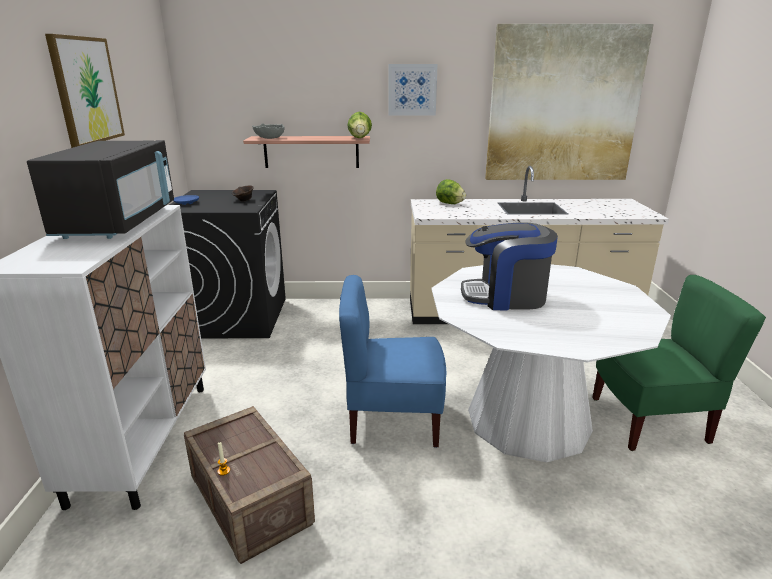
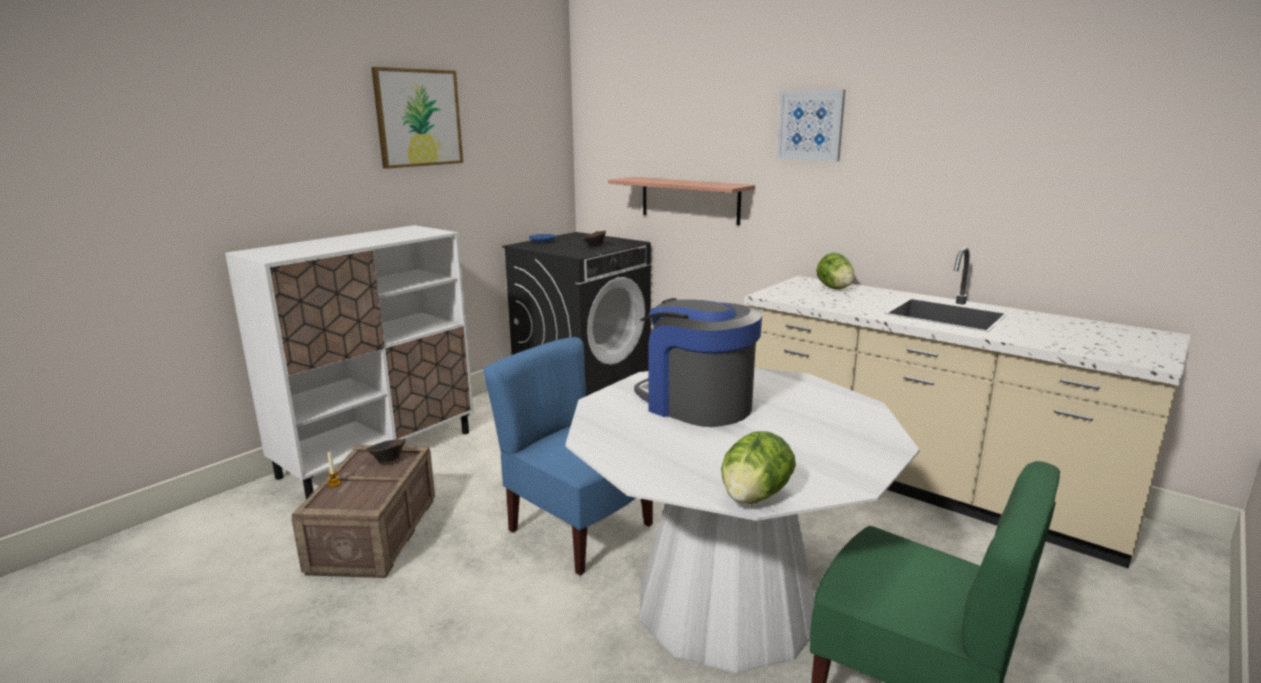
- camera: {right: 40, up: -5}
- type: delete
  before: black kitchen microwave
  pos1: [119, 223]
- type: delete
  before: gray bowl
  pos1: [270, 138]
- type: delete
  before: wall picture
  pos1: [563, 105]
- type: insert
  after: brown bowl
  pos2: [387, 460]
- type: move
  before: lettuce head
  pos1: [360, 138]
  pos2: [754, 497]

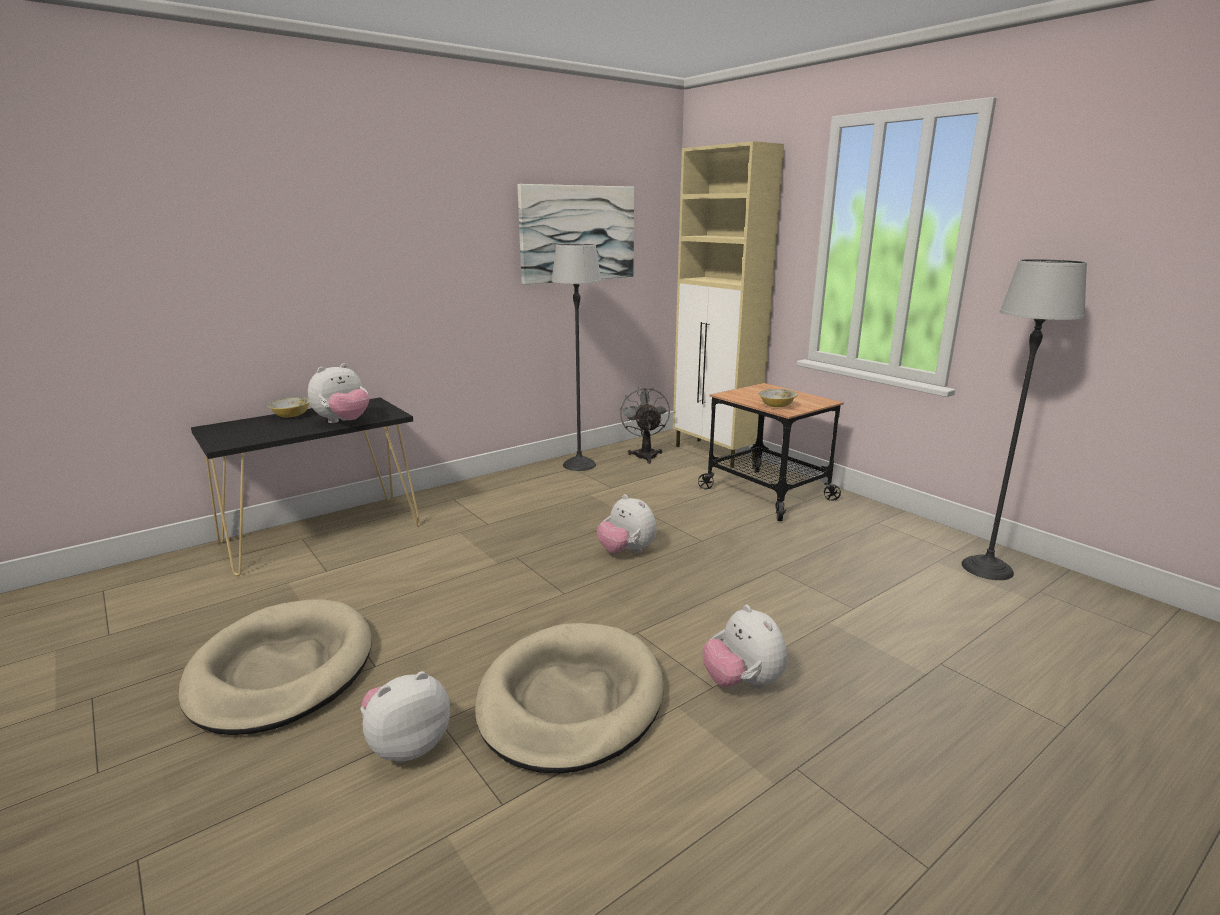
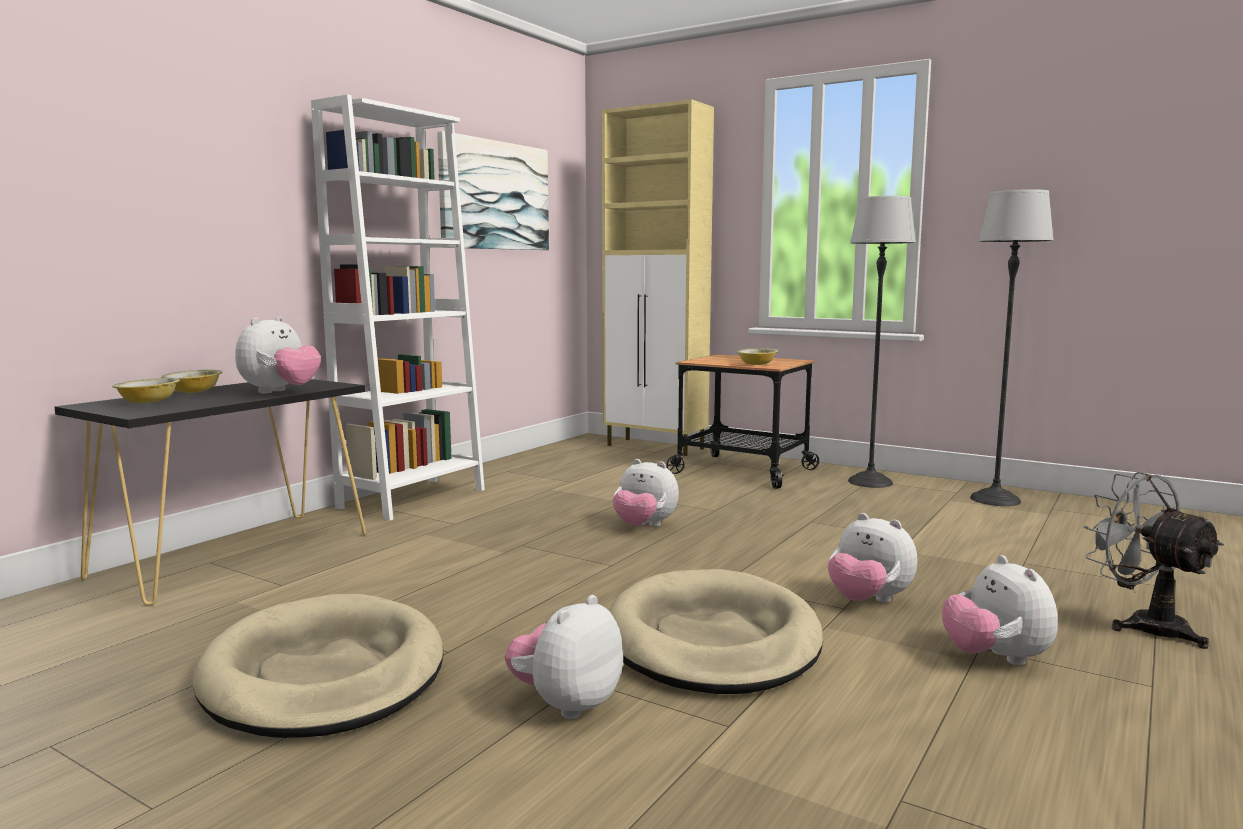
- camera: {right: -20, up: -10}
- type: insert
  after: bowl
  pos2: [148, 402]
- type: insert
  after: whitish bookcase
  pos2: [412, 498]
- type: insert
  after: cuddly toy
  pos2: [996, 658]
- type: move
  before: floor lamp
  pos1: [579, 465]
  pos2: [870, 482]
- type: move
  before: gray electric fan
  pos1: [645, 454]
  pos2: [1144, 625]

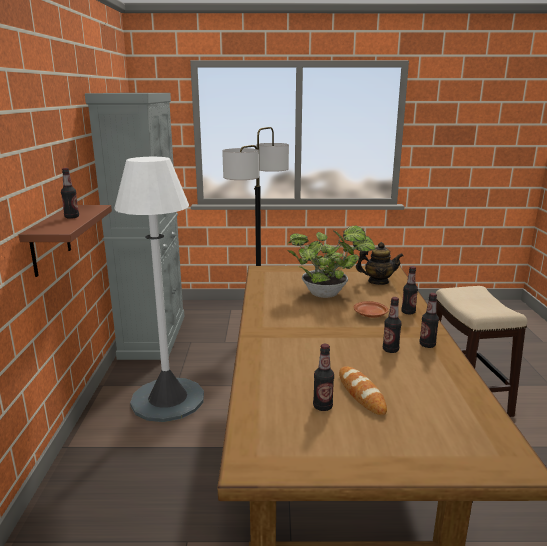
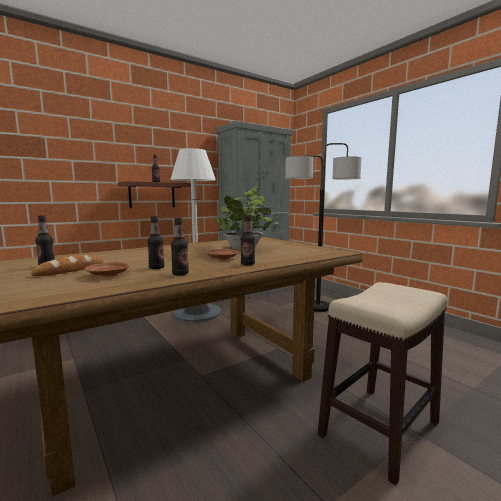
- camera: {right: 55, up: -10}
- type: delete
  before: pot for tea
  pos1: [378, 282]
- type: insert
  after: brown flat dish
  pos2: [107, 275]

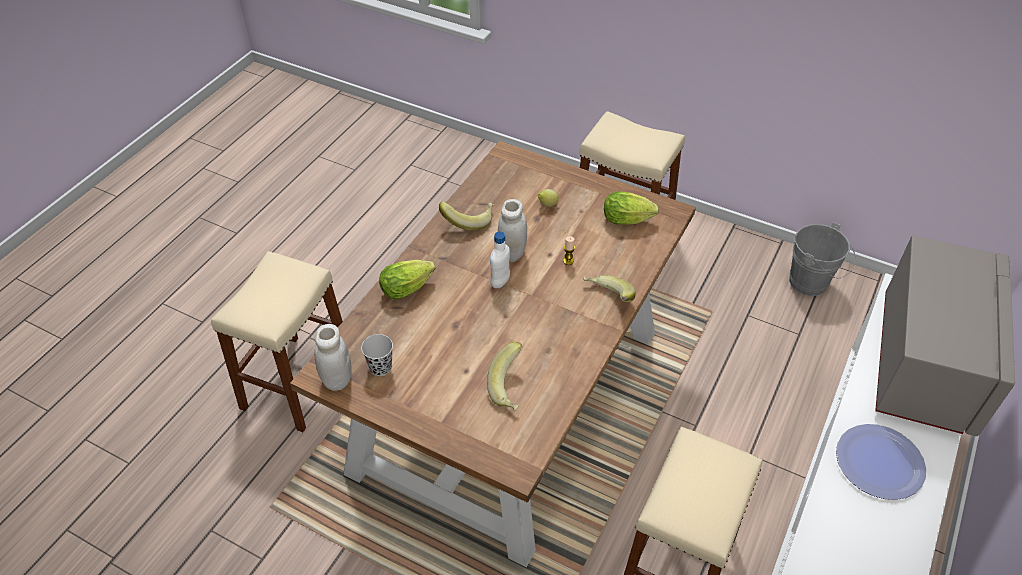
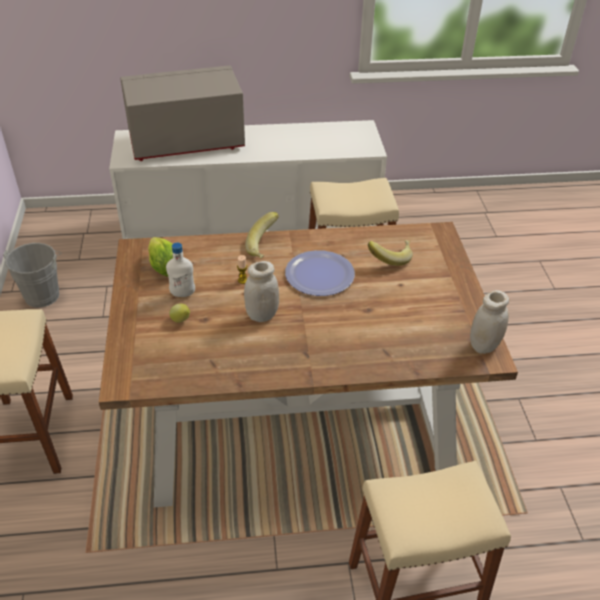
- camera: {right: -125, up: -5}
- type: delete
  before: black cup
  pos1: [380, 367]
- type: delete
  before: lettuce head
  pos1: [409, 288]
- type: delete
  before: banana fruit
  pos1: [468, 220]
- type: move
  before: whitish drink bottle
  pos1: [500, 282]
  pos2: [183, 293]
- type: move
  before: flat dish
  pos1: [879, 462]
  pos2: [319, 274]

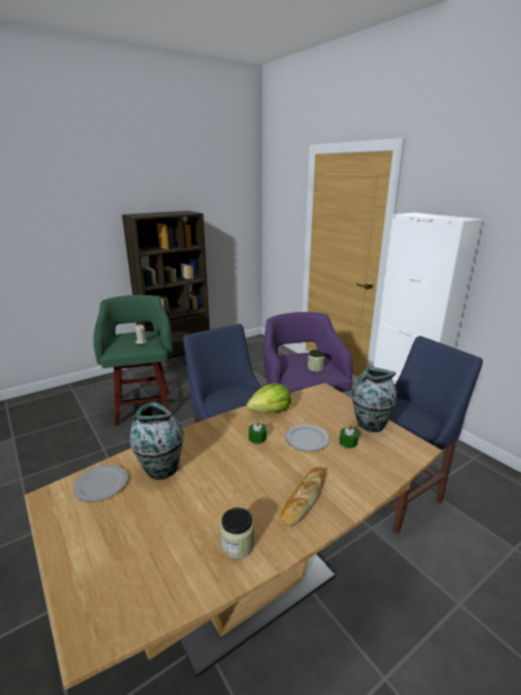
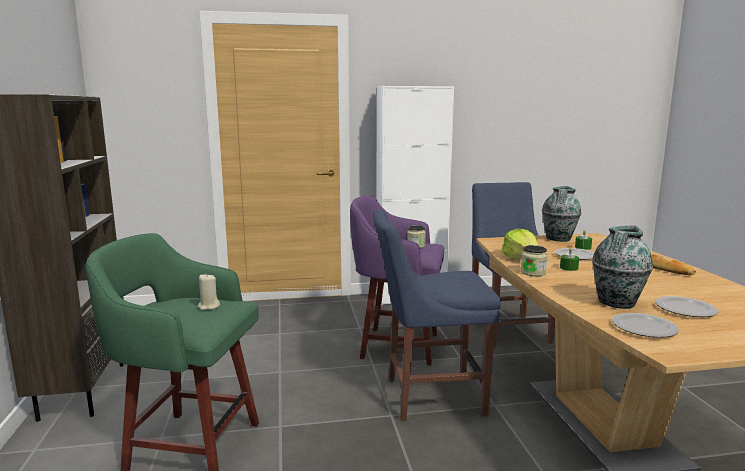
- camera: {right: -65, up: -10}
- type: insert
  after: flat dish
  pos2: [686, 309]
- type: move
  before: jar
  pos1: [237, 545]
  pos2: [533, 273]

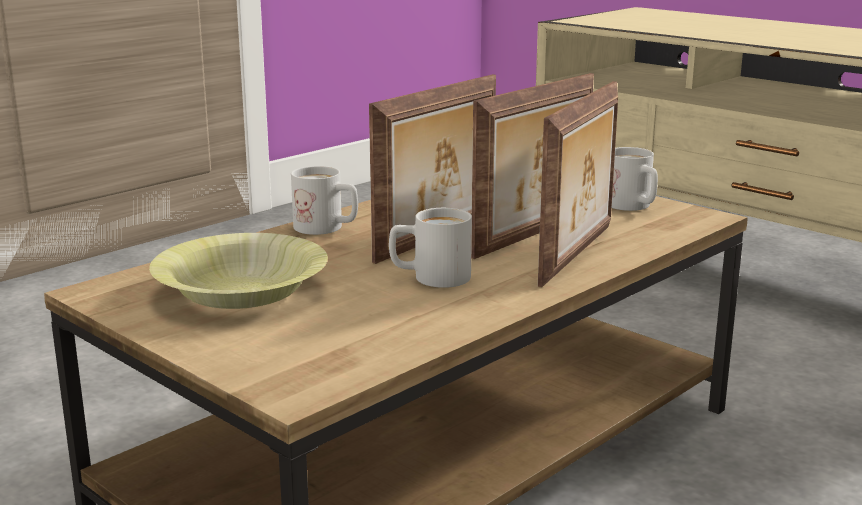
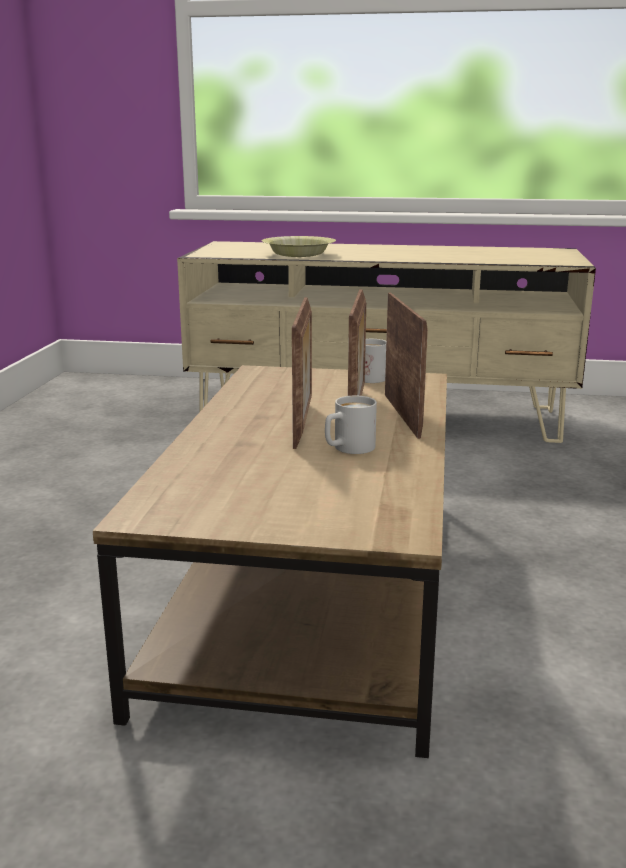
- camera: {right: -35, up: 0}
- type: delete
  before: whitish mug
  pos1: [327, 228]
- type: move
  before: yellow bowl
  pos1: [242, 292]
  pos2: [298, 254]

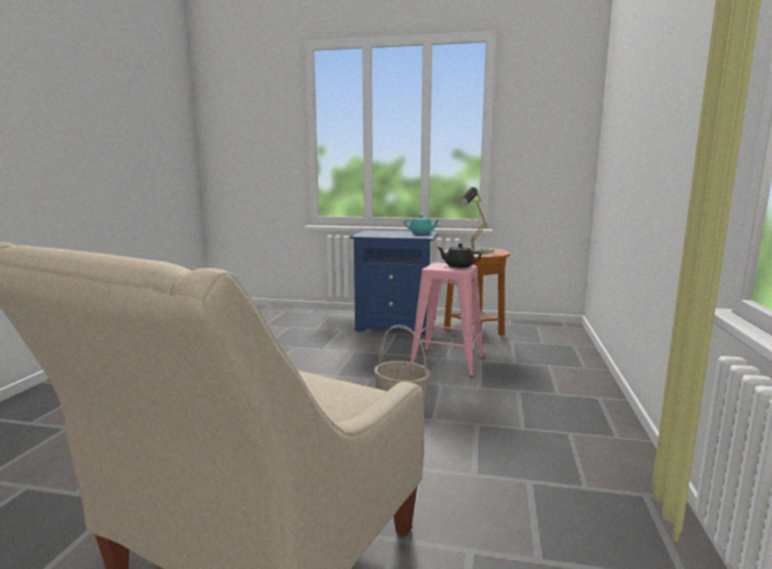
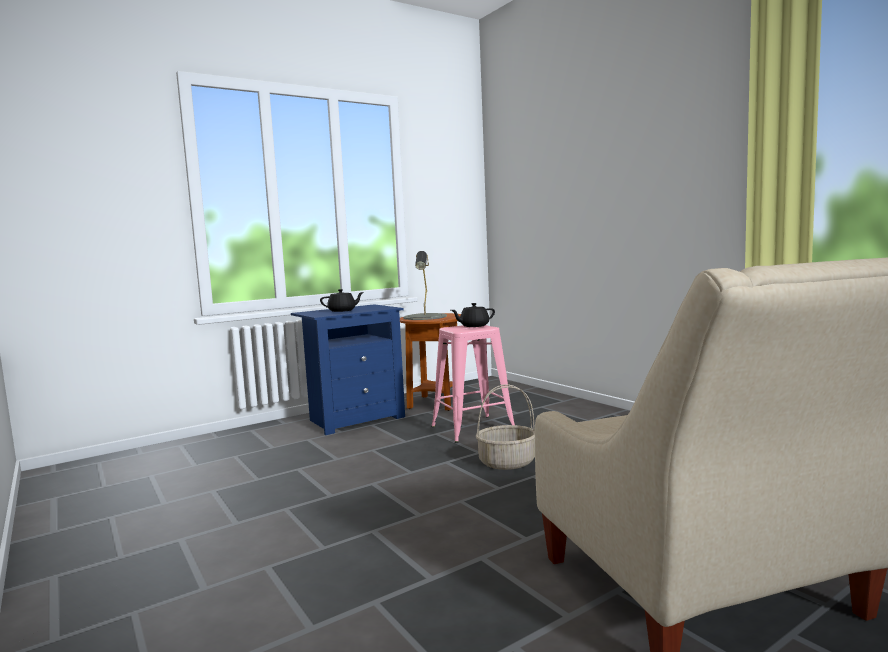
- camera: {right: -45, up: -5}
- type: delete
  before: blue-green pot for tea
  pos1: [421, 233]
- type: insert
  after: black pot for tea
  pos2: [342, 311]

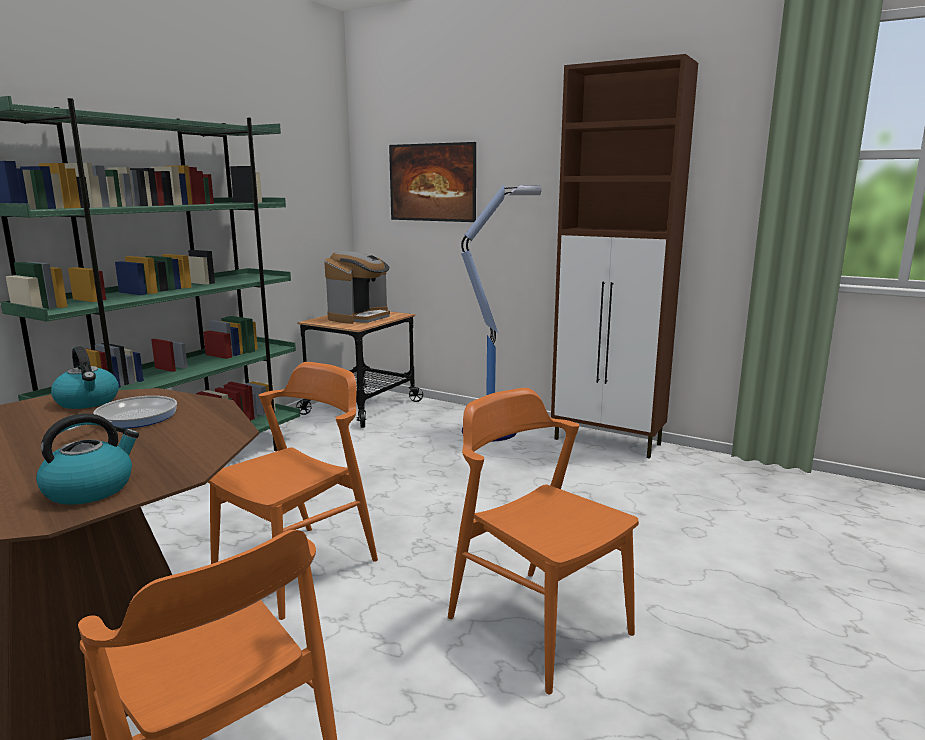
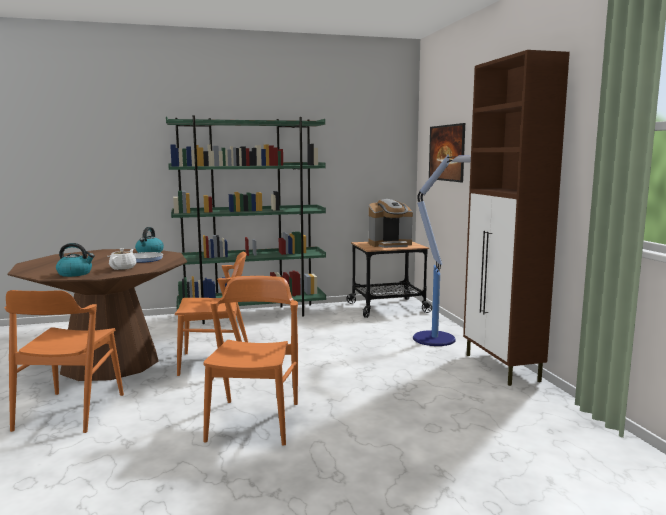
- camera: {right: 45, up: -5}
- type: insert
  after: whitish pot for tea
  pos2: [123, 268]

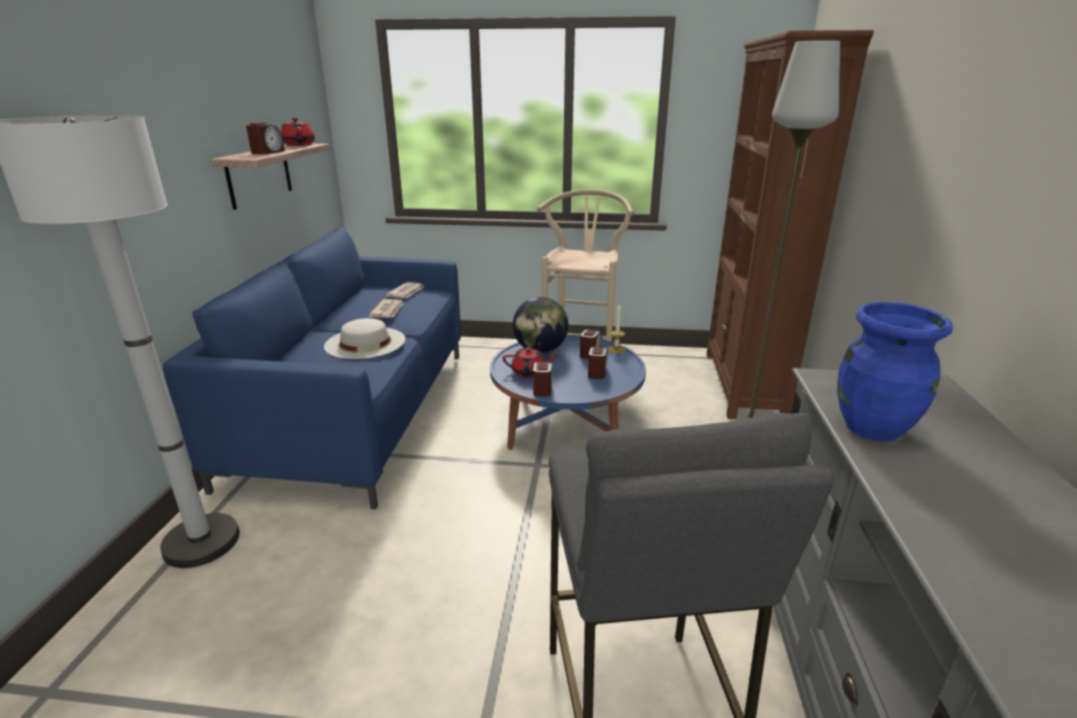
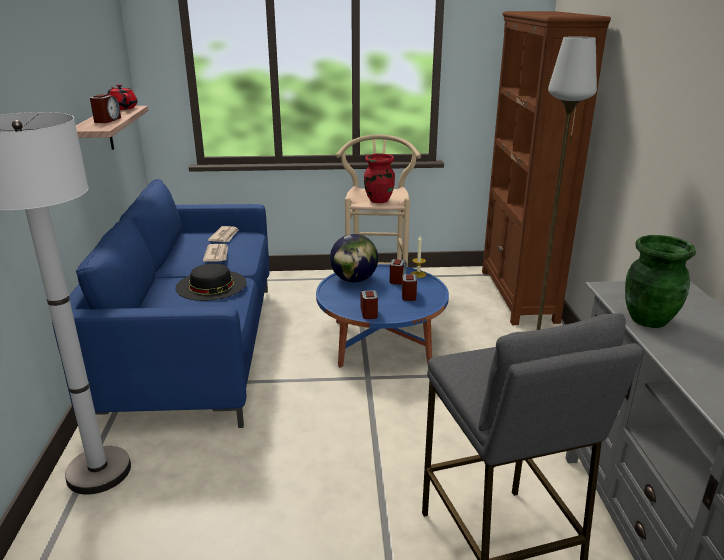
- camera: {right: -10, up: 0}
- type: delete
  before: reddish pot for tea
  pos1: [529, 372]
- type: insert
  after: reddish vase
  pos2: [378, 200]
- type: recolor
  before: whitish hat
  after: black hat
  pos1: [365, 342]
  pos2: [211, 285]
- type: recolor
  before: blue vase
  after: green-coloured vase
  pos1: [873, 427]
  pos2: [649, 319]

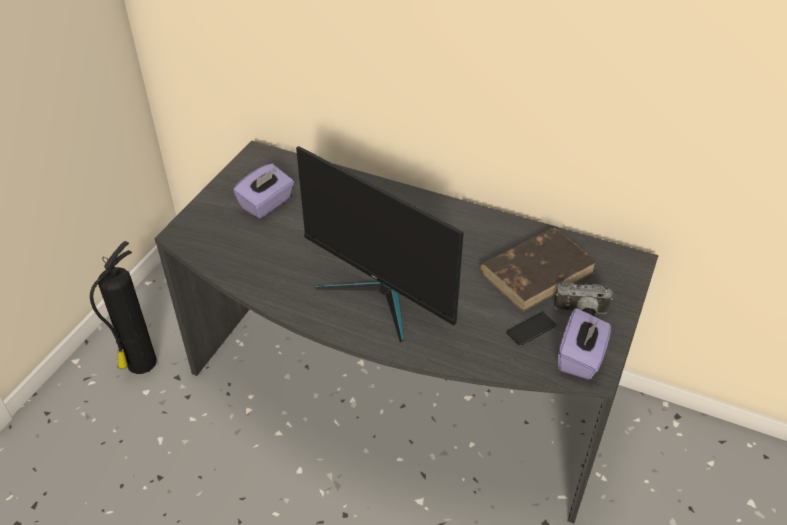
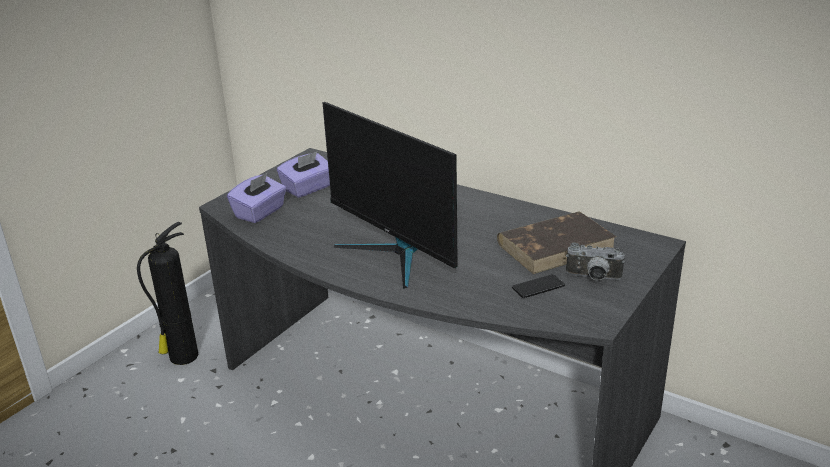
- camera: {right: 10, up: -15}
- type: move
  before: purple box of tissues
  pos1: [581, 358]
  pos2: [260, 212]

